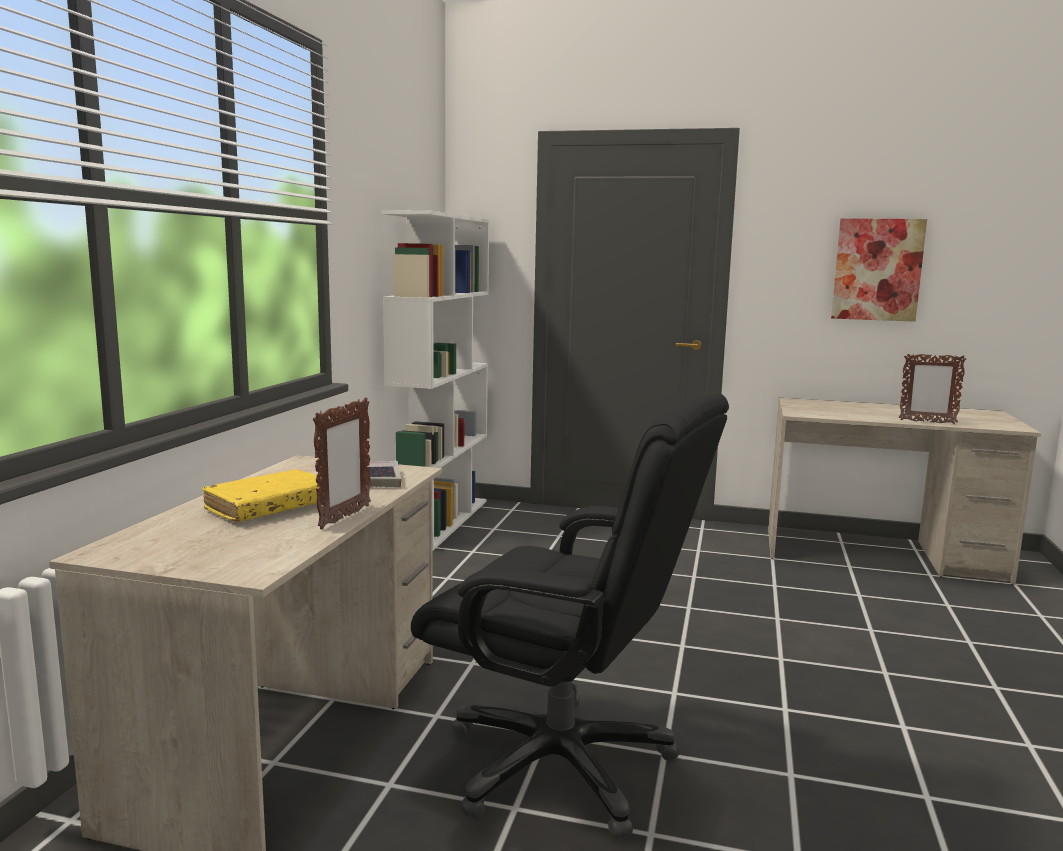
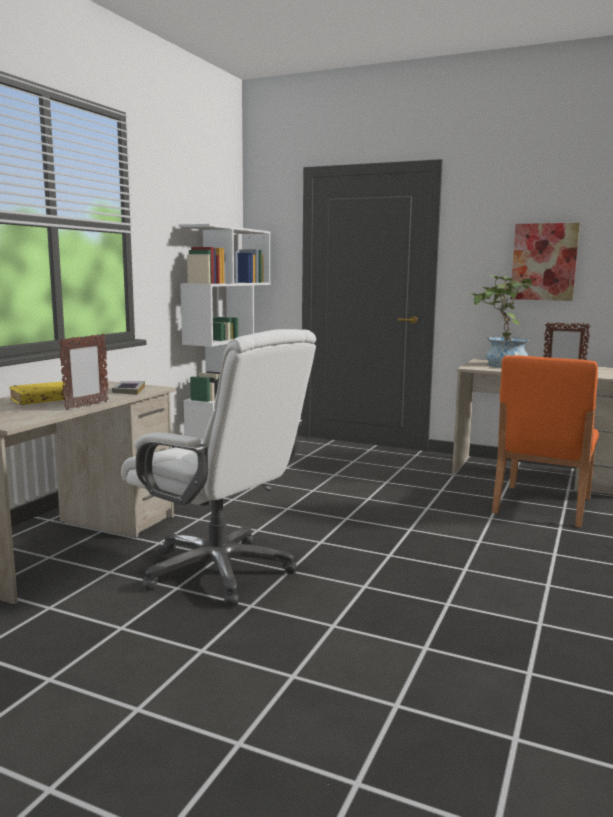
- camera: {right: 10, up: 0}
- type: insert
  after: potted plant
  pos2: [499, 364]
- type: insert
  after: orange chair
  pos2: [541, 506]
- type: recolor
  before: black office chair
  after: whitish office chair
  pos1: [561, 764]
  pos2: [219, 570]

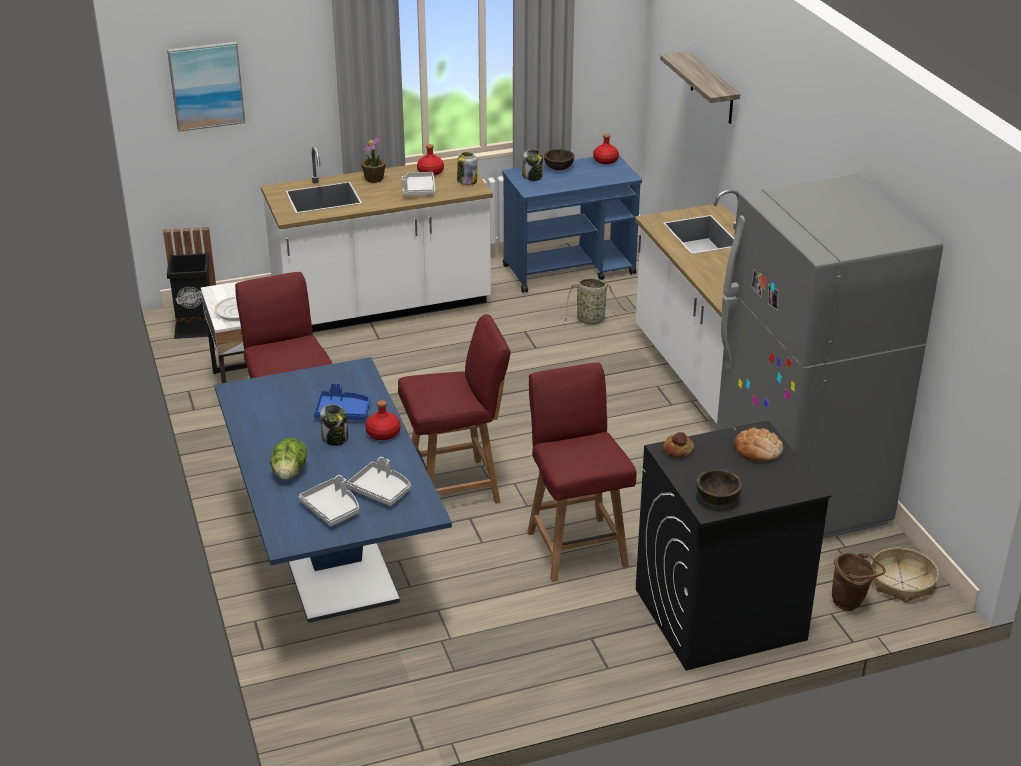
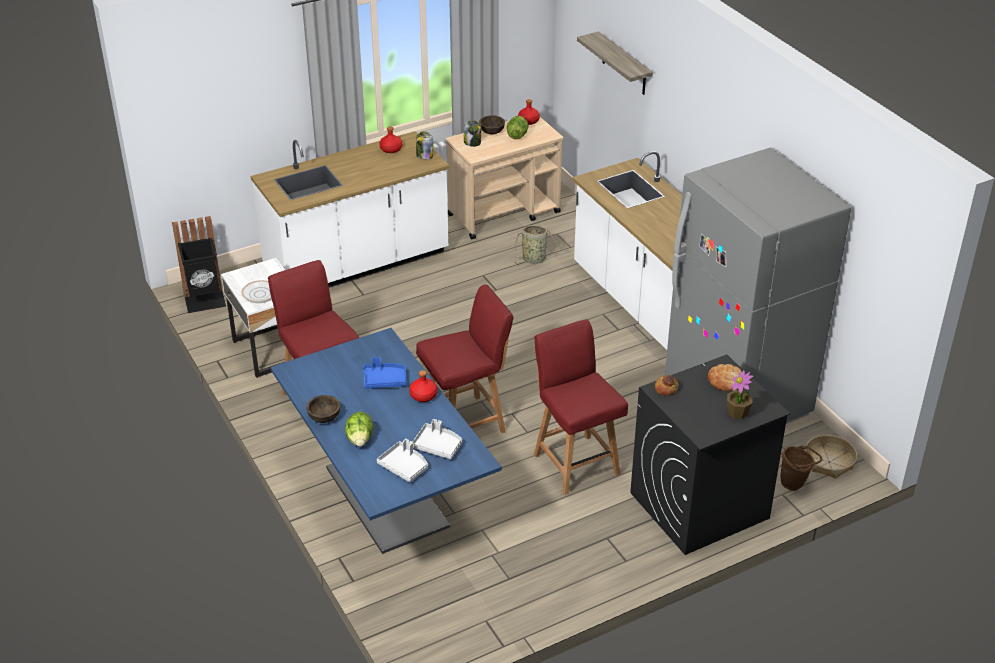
- camera: {right: -10, up: 5}
- type: delete
  before: wall picture
  pos1: [206, 85]
- type: delete
  before: jar
  pos1: [335, 438]
- type: delete
  before: gray tray
  pos1: [418, 190]
- type: insert
  after: lettuce head
  pos2: [517, 135]
- type: move
  before: potted plant
  pos1: [374, 179]
  pos2: [737, 413]
- type: move
  before: brown bowl
  pos1: [718, 499]
  pos2: [324, 417]
- type: recolor
  before: blue trolley
  after: beige trolley
  pos1: [570, 270]
  pos2: [504, 213]

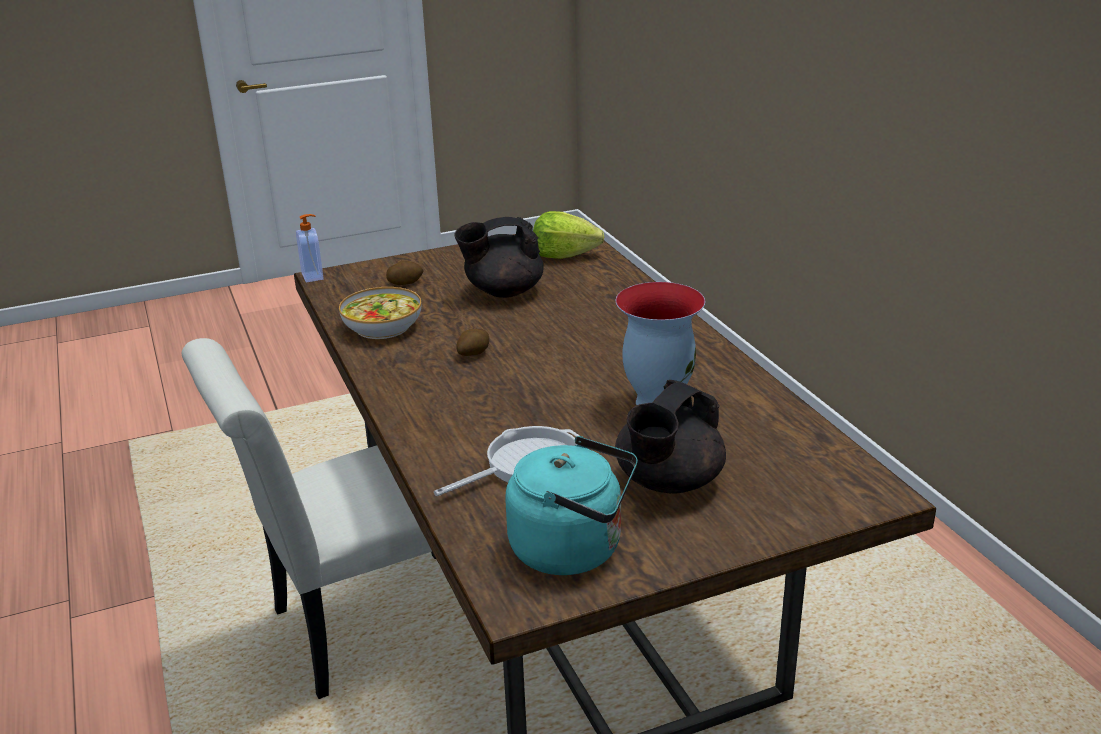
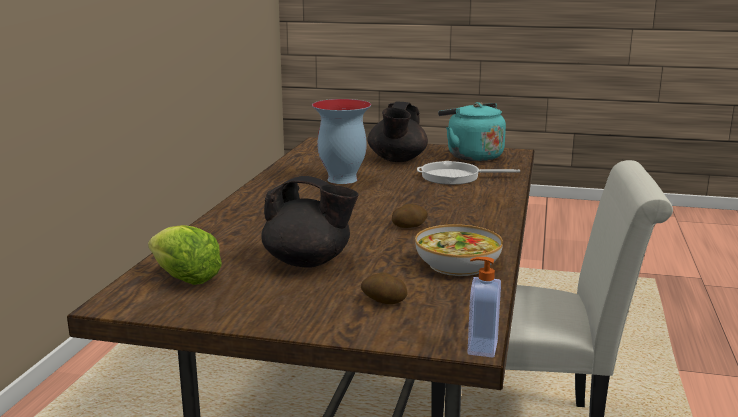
- camera: {right: -145, up: -10}
- type: rotate
  before: black pot for tea
  pos1: [668, 482]
  pos2: [397, 160]
  turn: 120

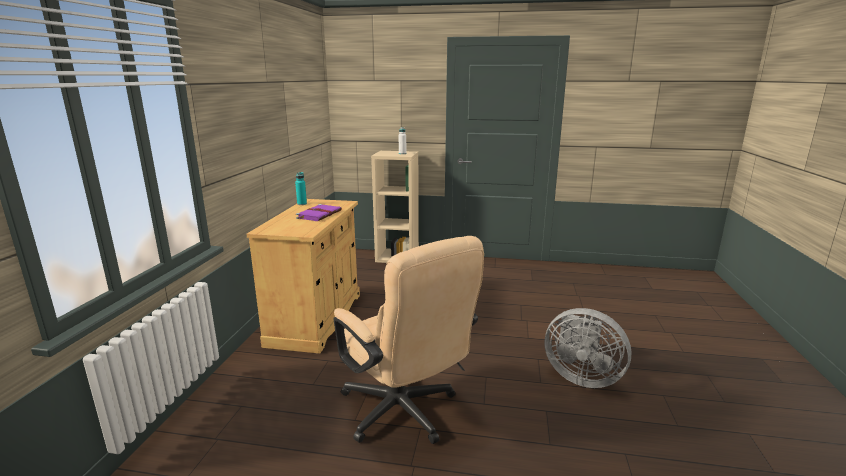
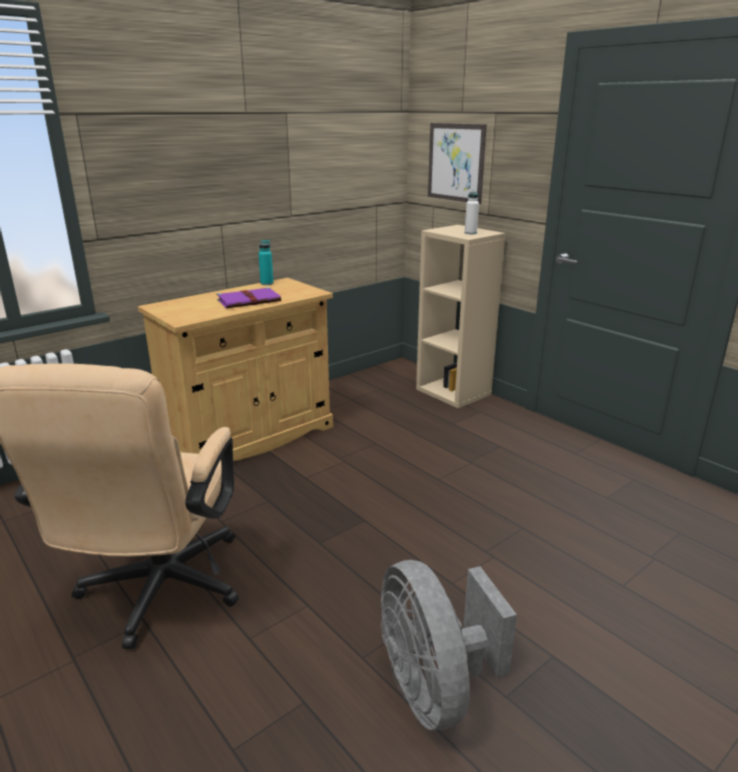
- camera: {right: 40, up: 5}
- type: insert
  after: wall picture
  pos2: [456, 162]

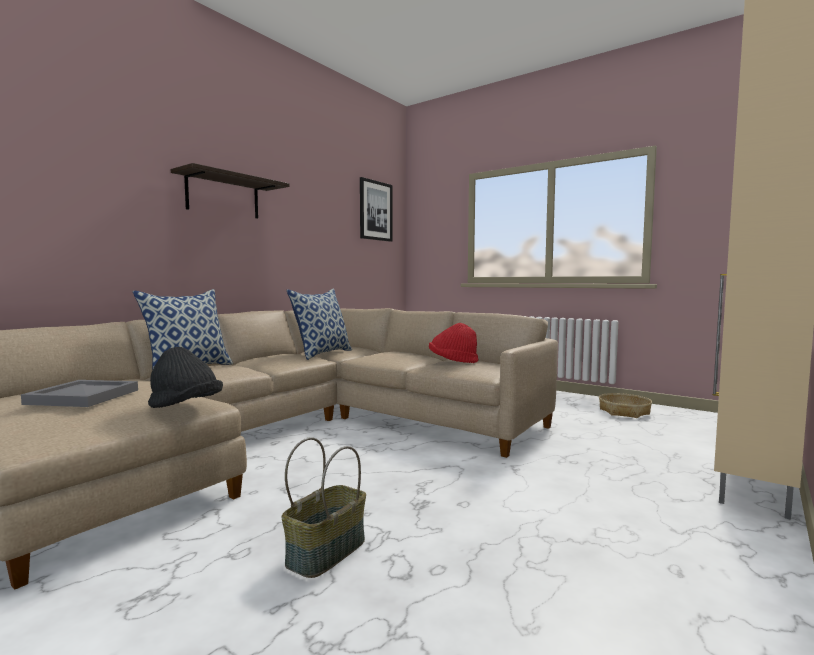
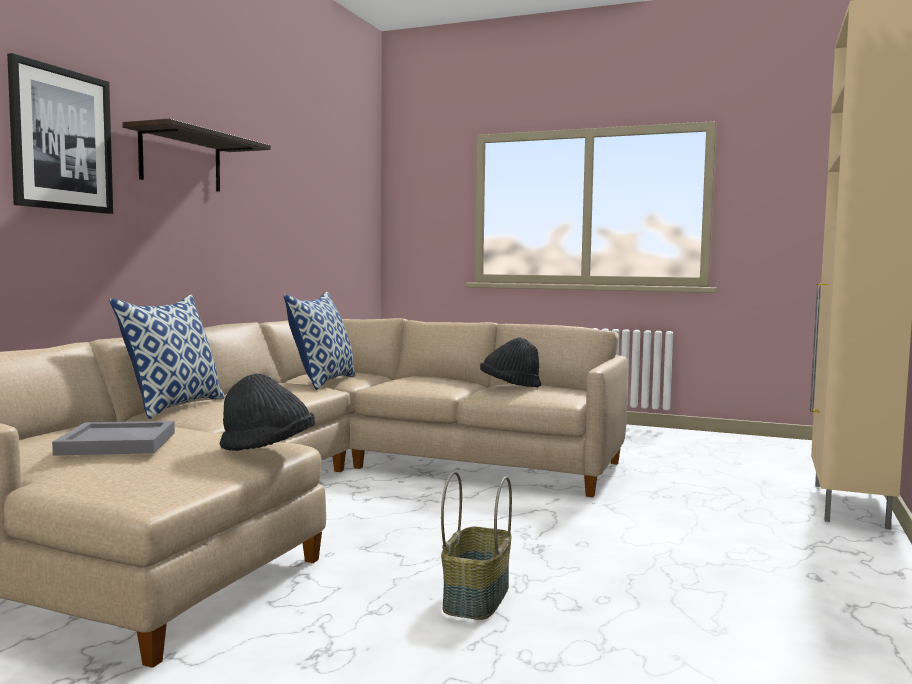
- camera: {right: -15, up: 0}
- type: delete
  before: household basket
  pos1: [624, 412]
- type: move
  before: wall picture
  pos1: [375, 210]
  pos2: [61, 139]
- type: recolor
  before: reddish hat
  after: black hat
  pos1: [453, 362]
  pos2: [510, 386]

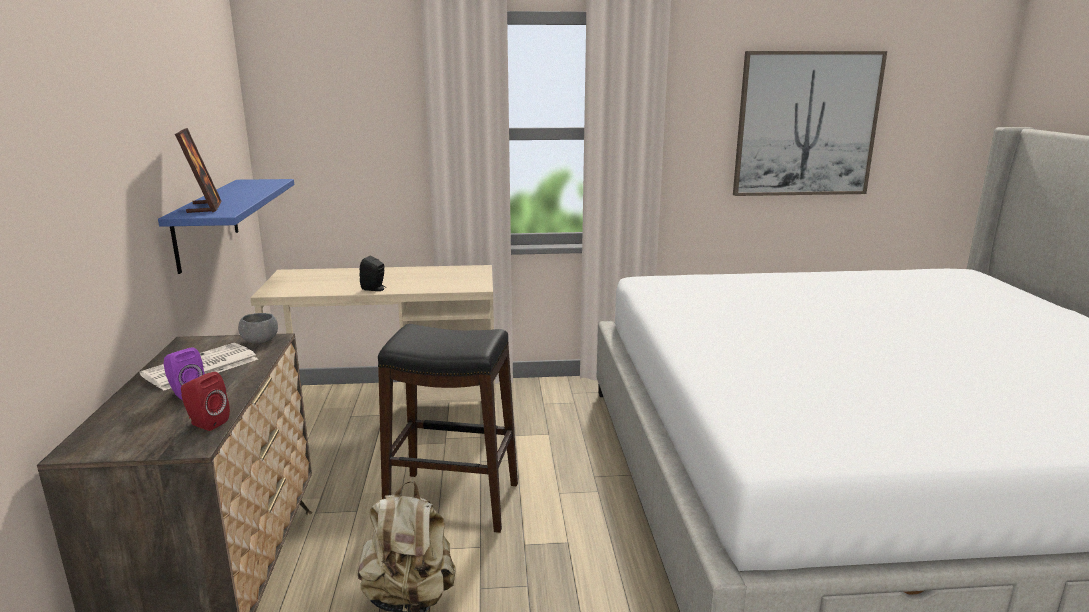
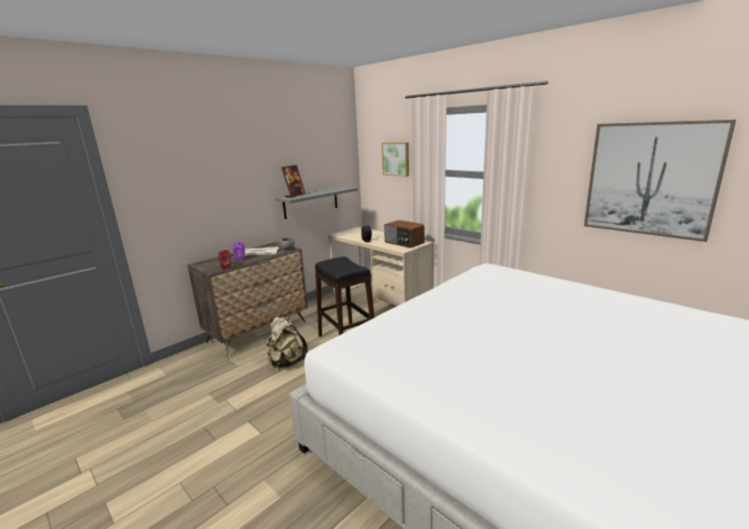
- camera: {right: 50, up: 0}
- type: insert
  after: wall picture
  pos2: [396, 159]
- type: insert
  after: radio receiver
  pos2: [404, 243]
- type: recolor
  before: blue shelf
  after: gray shelf
  pos1: [206, 223]
  pos2: [311, 202]

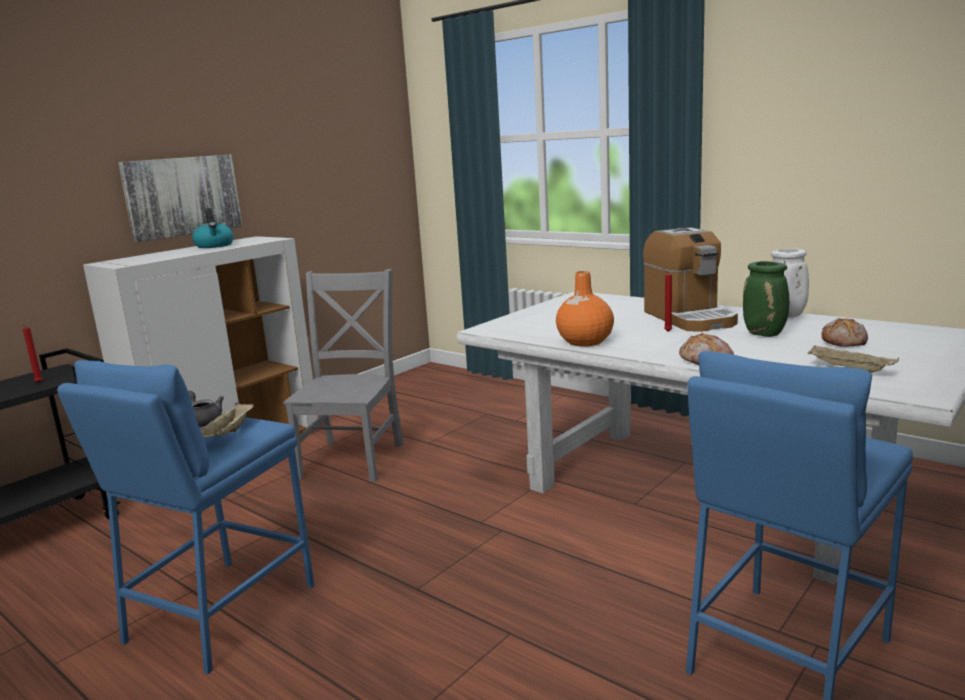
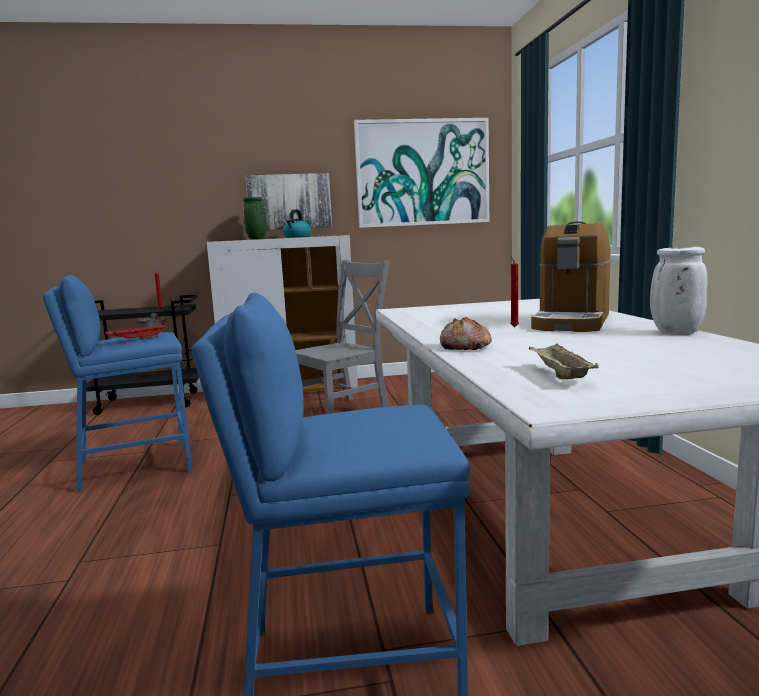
- camera: {right: 40, up: -5}
- type: delete
  before: orange vase
  pos1: [584, 342]
- type: delete
  before: bread
  pos1: [844, 342]
- type: insert
  after: wall picture
  pos2: [422, 173]
- type: move
  before: green-coloured vase
  pos1: [765, 334]
  pos2: [256, 239]
- type: recolor
  before: beige tray
  after: reddish tray
  pos1: [228, 434]
  pos2: [138, 340]

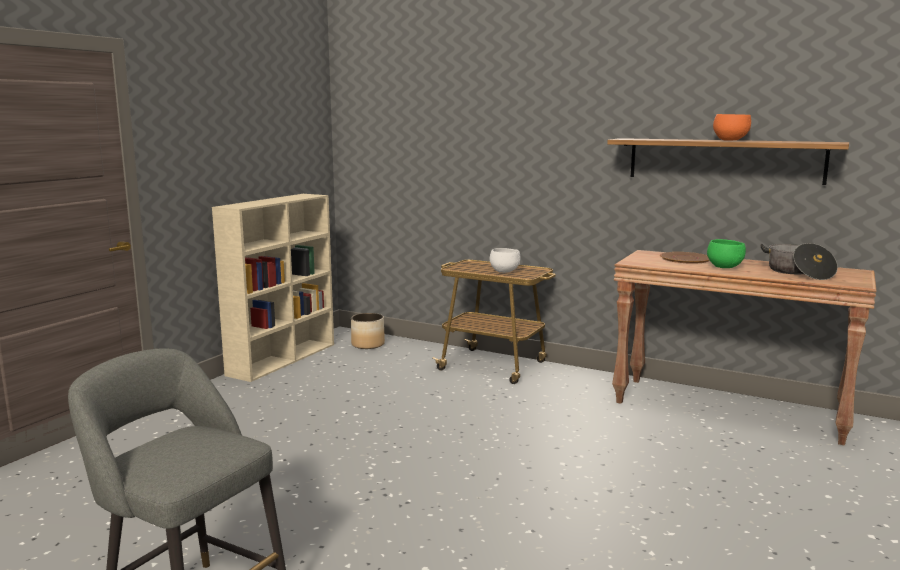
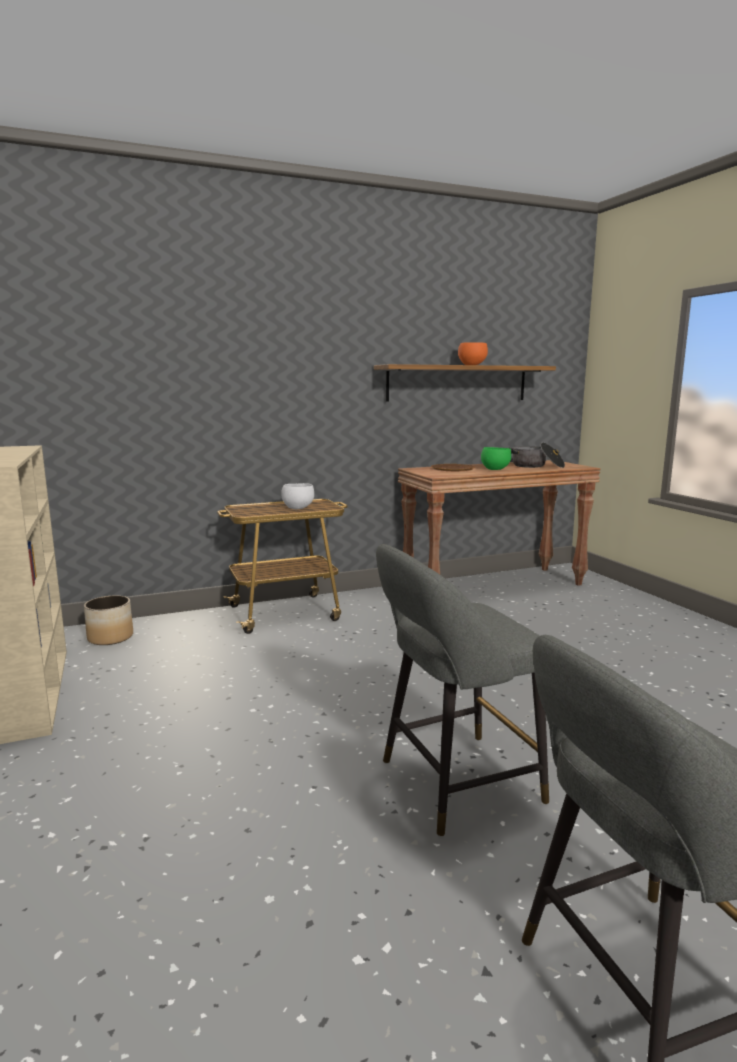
- camera: {right: -50, up: 0}
- type: insert
  after: gray sitting stool
  pos2: [452, 783]

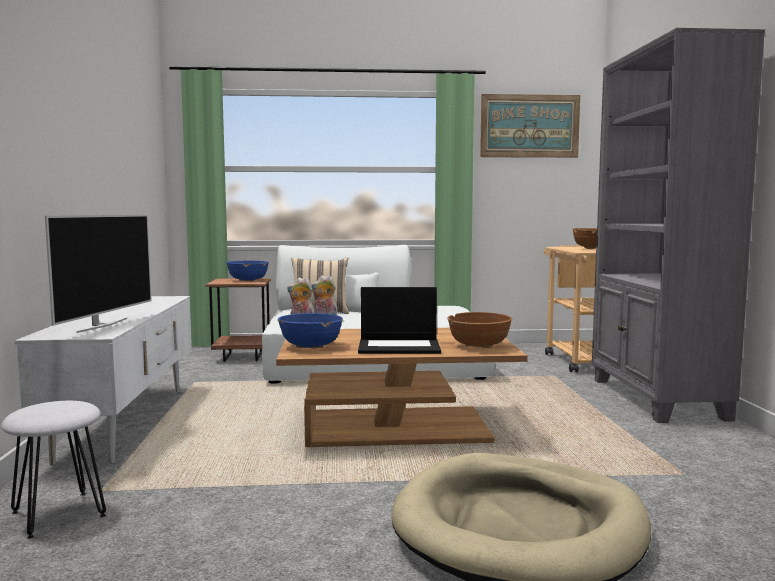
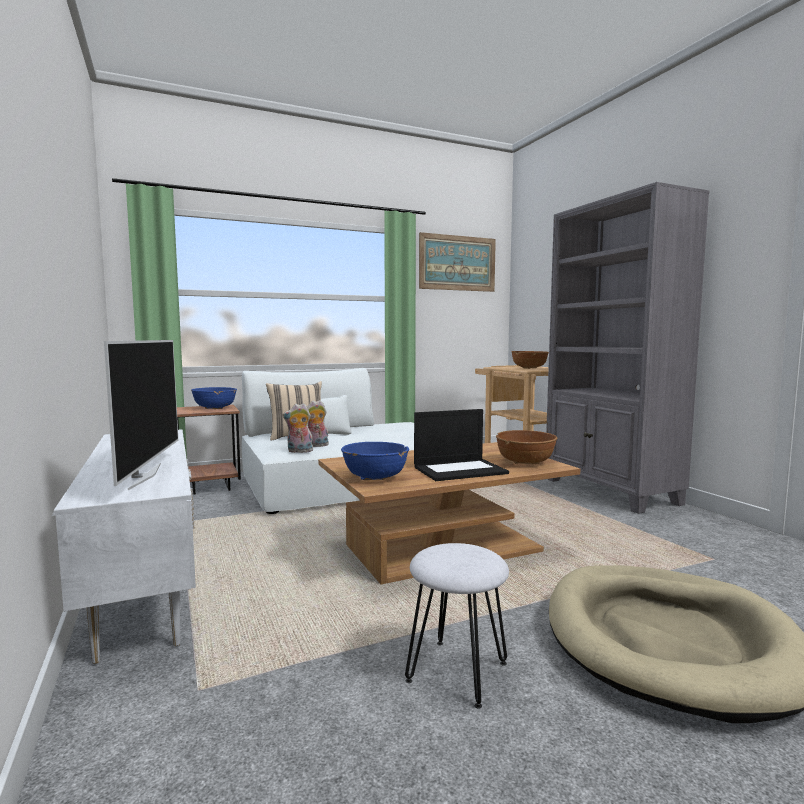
- camera: {right: -20, up: 0}
- type: move
  before: whitish sitting stool
  pos1: [58, 513]
  pos2: [456, 671]

